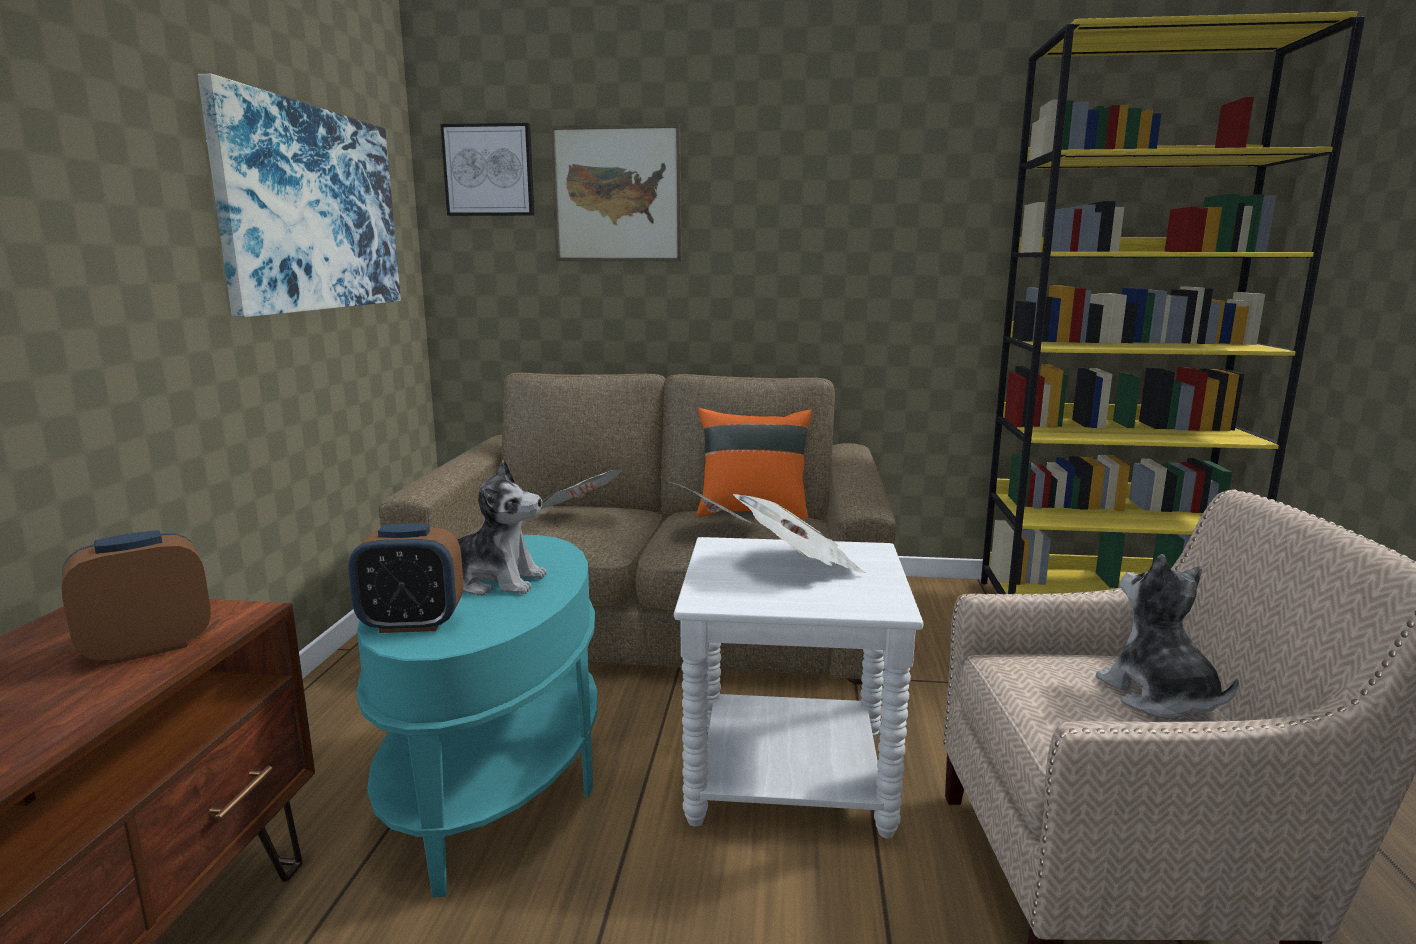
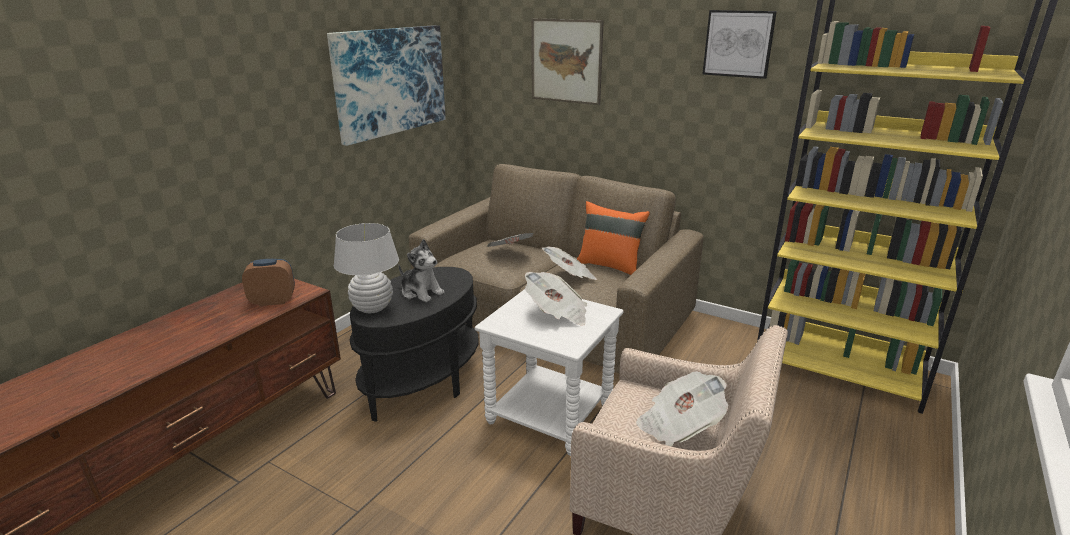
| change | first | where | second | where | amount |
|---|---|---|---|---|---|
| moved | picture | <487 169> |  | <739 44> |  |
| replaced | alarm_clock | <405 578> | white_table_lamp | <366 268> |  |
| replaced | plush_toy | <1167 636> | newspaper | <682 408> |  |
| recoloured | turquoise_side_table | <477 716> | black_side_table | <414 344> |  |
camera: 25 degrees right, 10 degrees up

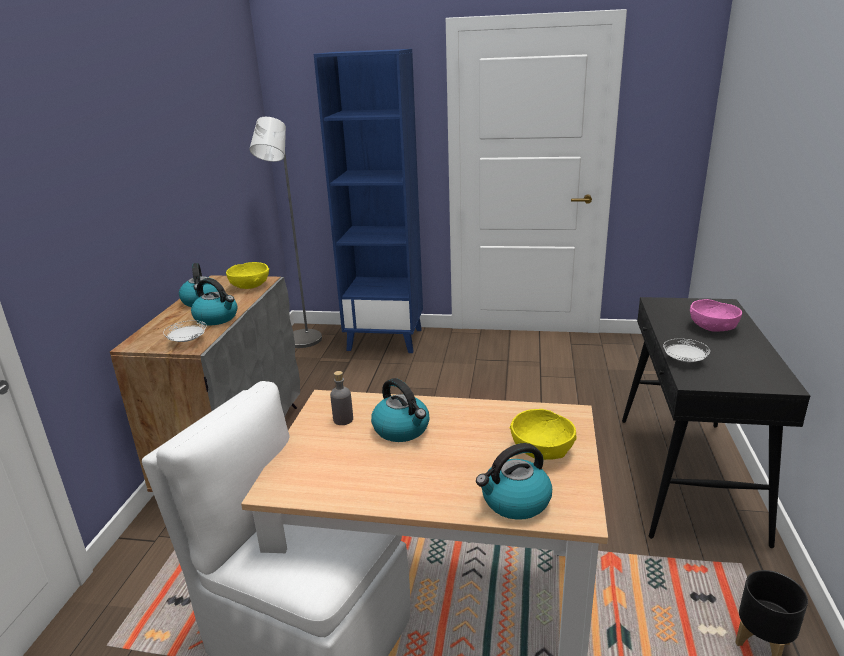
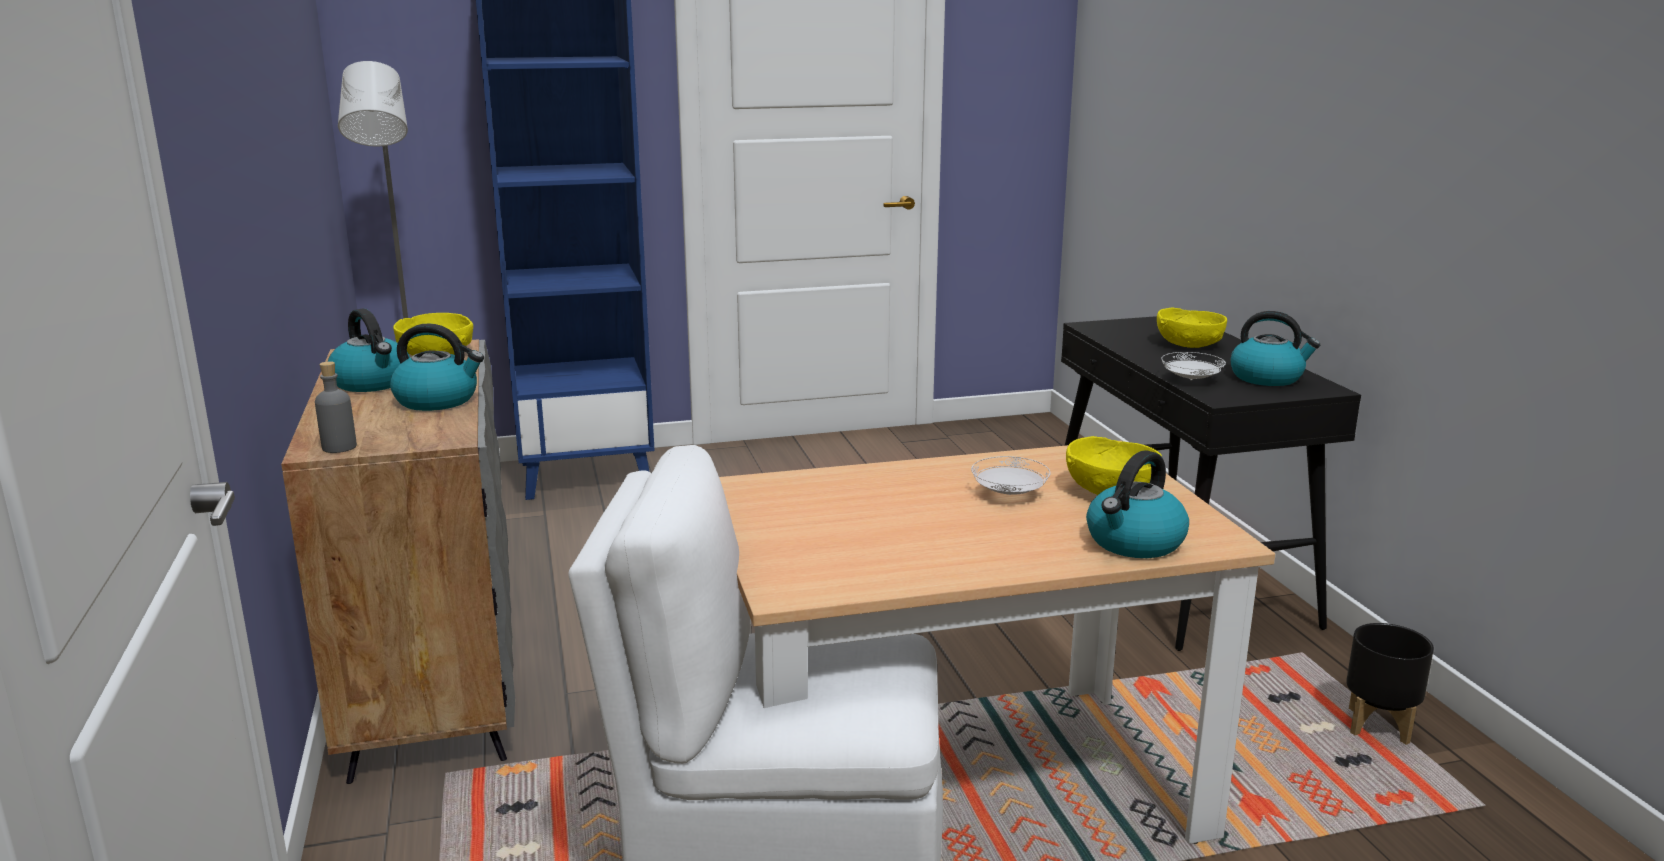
| change | first | where | second | where | amount |
|---|---|---|---|---|---|
| moved | white_plate | <184 331> |  | <1010 475> |  |
| moved | grey_bottle | <341 398> |  | <336 407> |  |
| moved | kettle | <400 410> |  | <1275 348> |  |
| recoloured | pink_bowl | <716 315> | yellow_bowl | <1192 327> |  |
camera: 25 degrees left, 5 degrees down

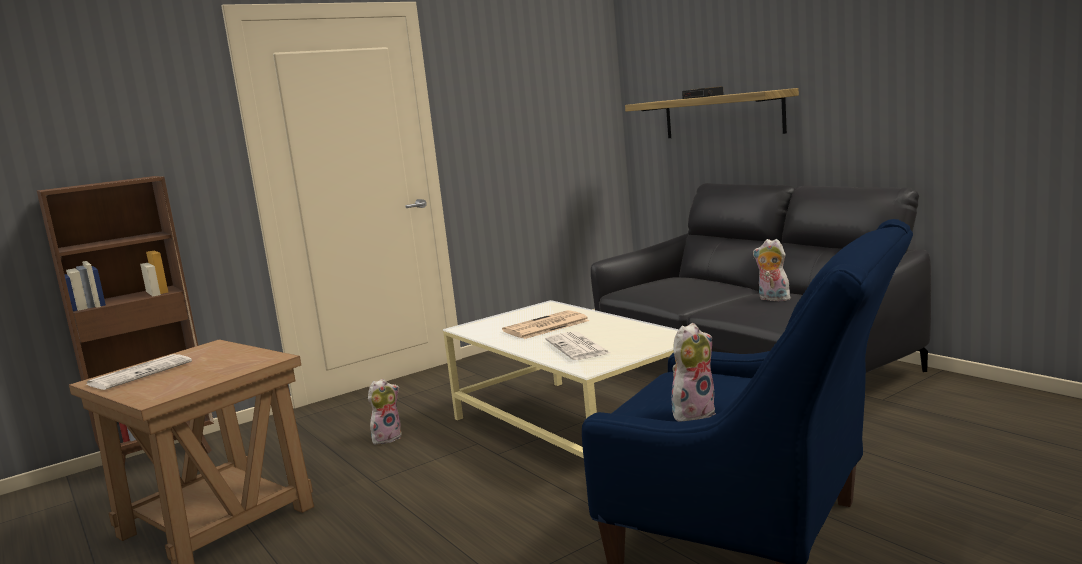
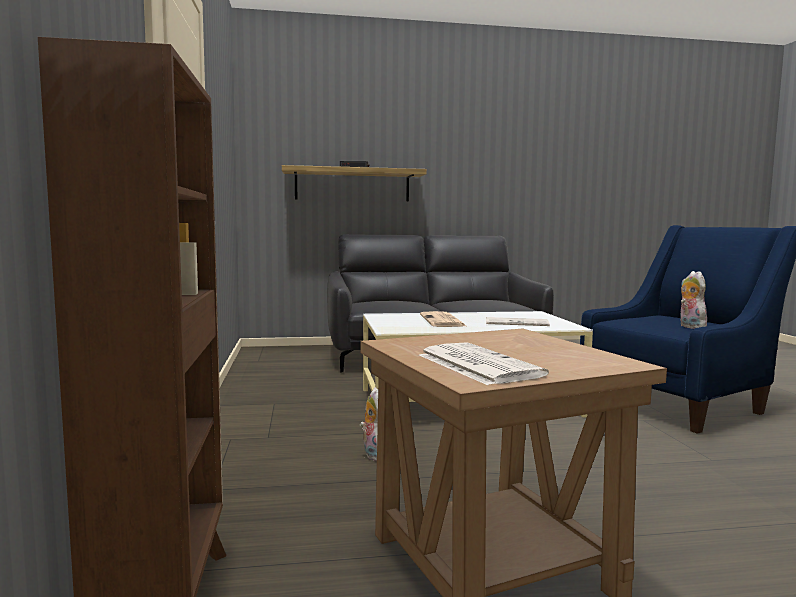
| change | first | where | second | where | amount |
|---|---|---|---|---|---|
| removed | plush_toy | <772 270> |  |  |  |
camera: 65 degrees left, 5 degrees down

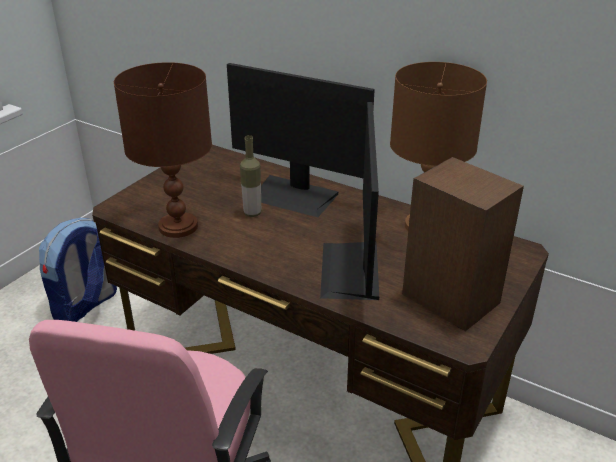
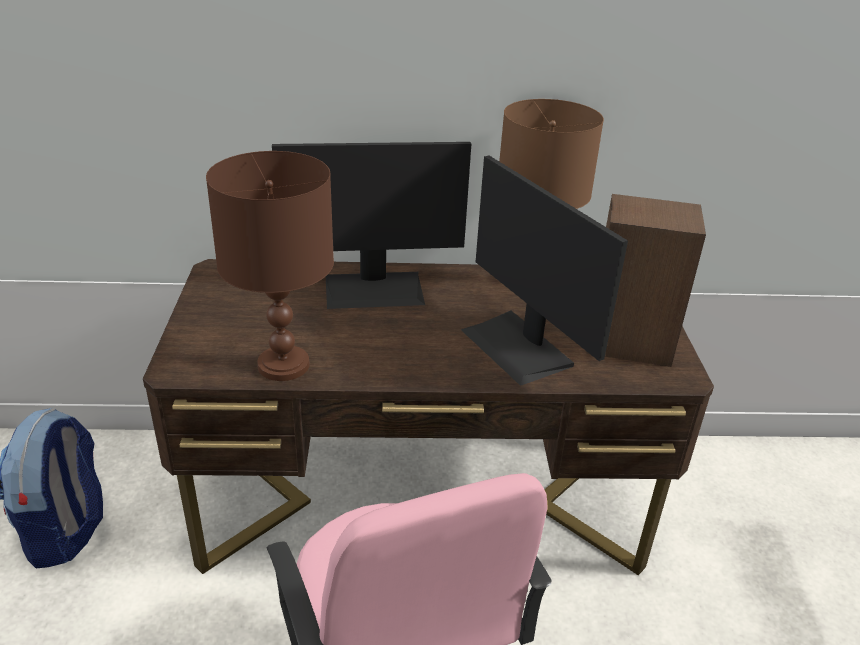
| change | first | where | second | where | amount |
|---|---|---|---|---|---|
| removed | bottle | <250 176> |  |  |  |
camera: 35 degrees left, 0 degrees up

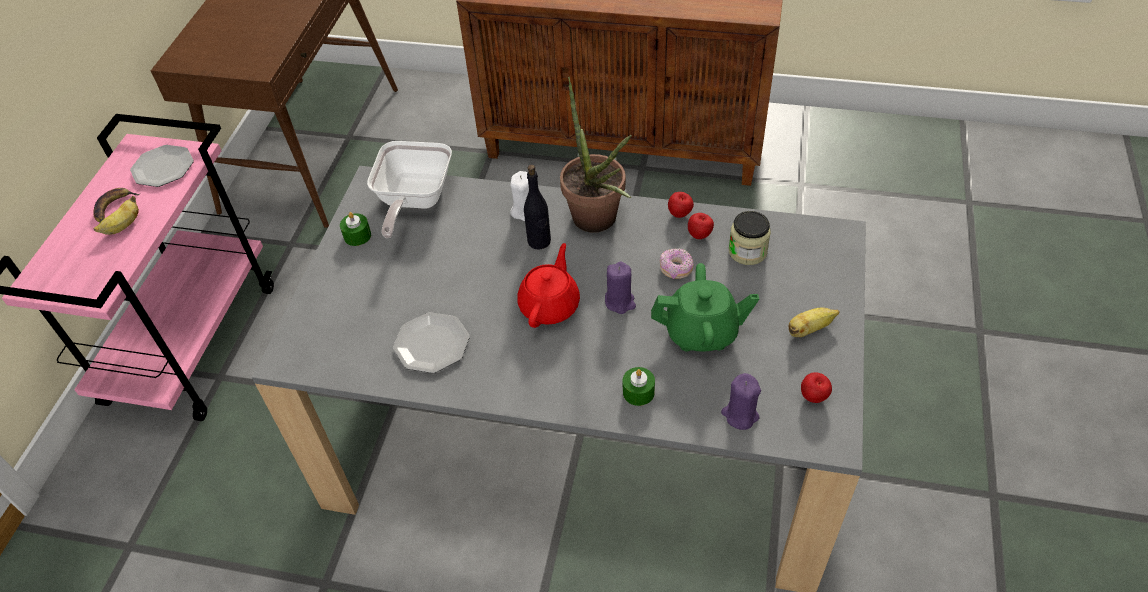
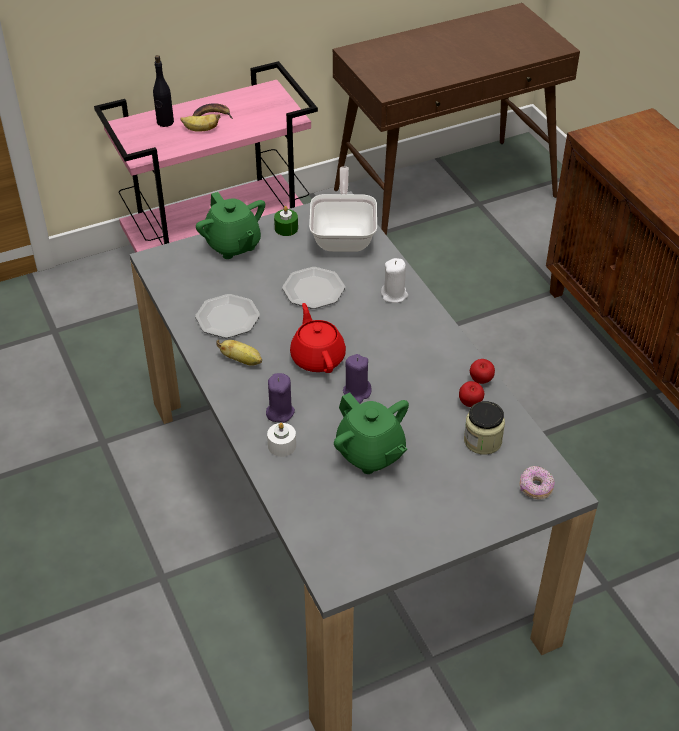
| change | first | where | second | where | amount |
|---|---|---|---|---|---|
| removed | potted_plant | <596 154> |  |  |  |
| removed | apple | <816 387> |  |  |  |
| added |  |  | green_teapot | <230 225> |  |
| moved | plate | <162 166> |  | <313 288> |  |
| moved | black_bottle | <537 207> |  | <163 91> |  |
| moved | donut | <677 263> |  | <537 482> |  |
| moved | purple_candle | <741 401> |  | <280 398> |  |
| moved | banana | <814 322> |  | <239 353> |  |
| recoloured | green_candle | <639 386> | white_candle | <281 440> |  |
| turned | frying_pan | <409 189> |  | <343 209> | 120 degrees clockwise |
| turned | red_teapot | <548 285> |  | <318 338> | 90 degrees counterclockwise |
camera: 50 degrees right, 5 degrees down

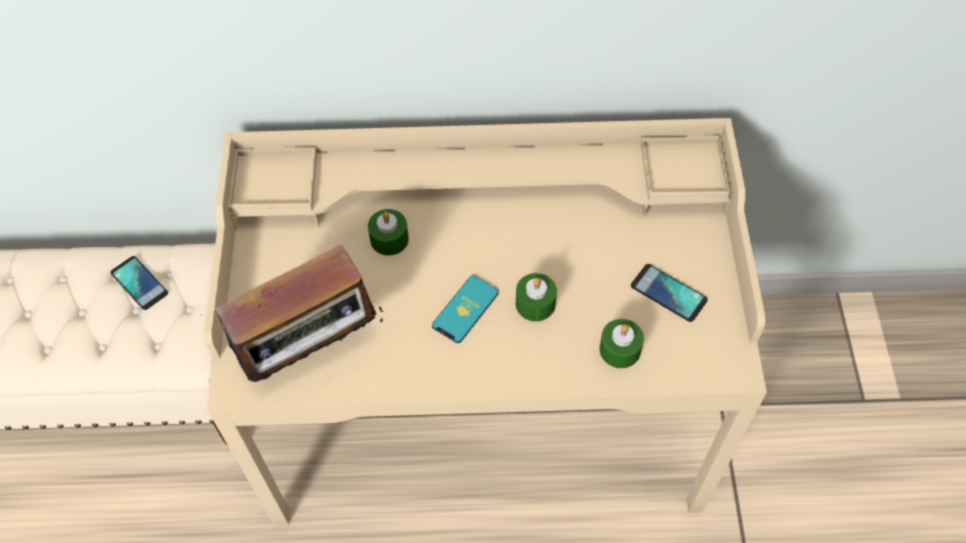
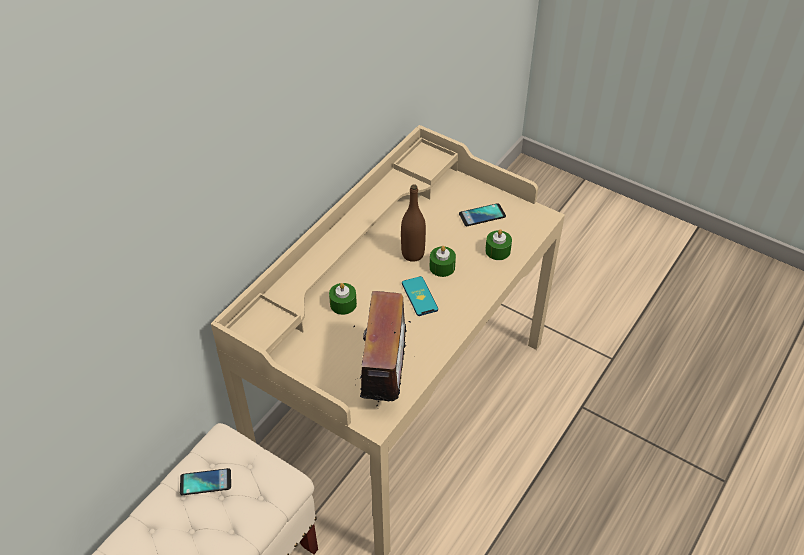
| change | first | where | second | where | amount |
|---|---|---|---|---|---|
| added |  |  | brown_bottle | <413 223> |  |
camera: 55 degrees left, 10 degrees down

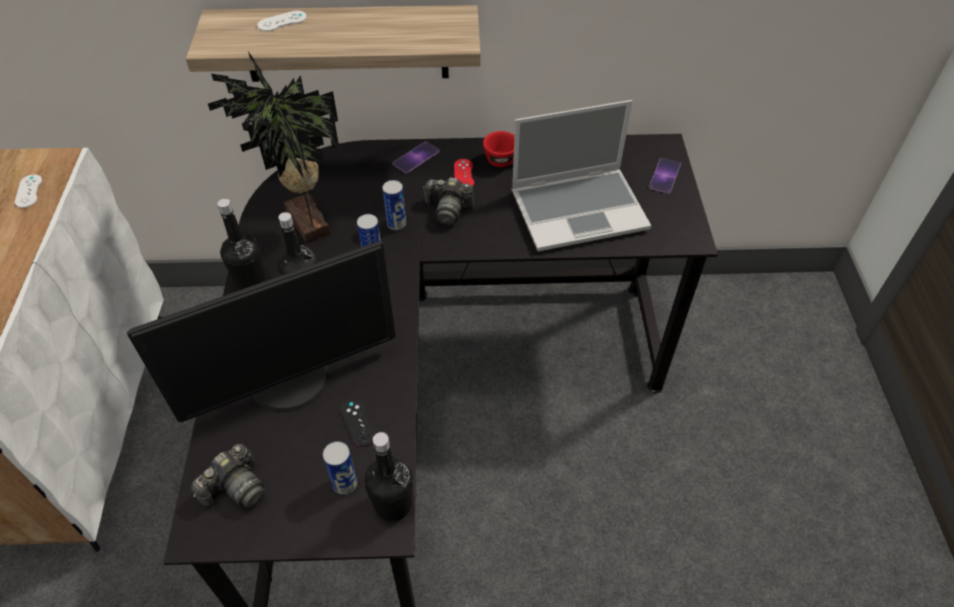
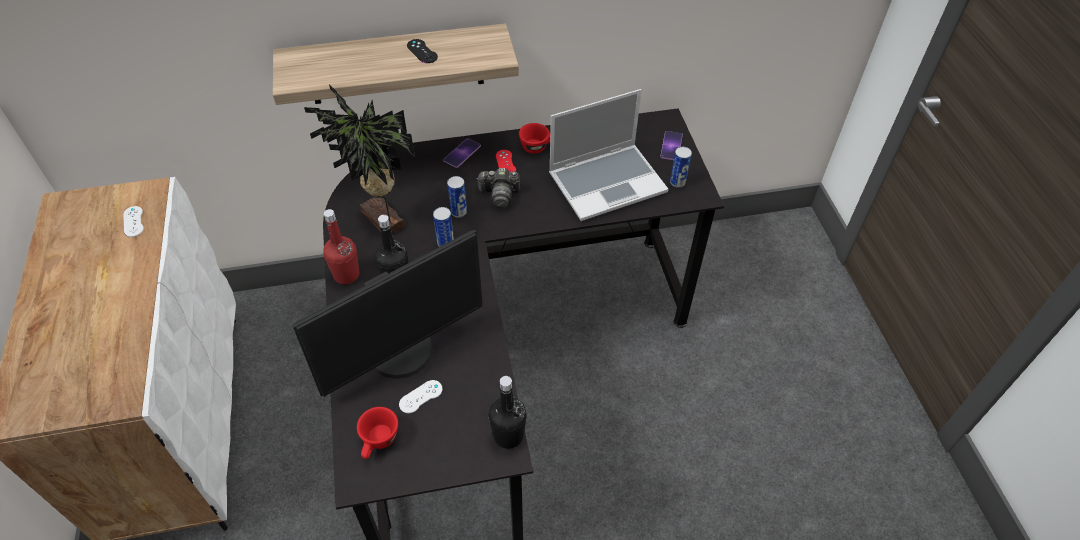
| change | first | where | second | where | amount |
|---|---|---|---|---|---|
| moved | white_game_controller | <282 21> |  | <421 396> |  |
| moved | can | <340 468> |  | <681 167> |  |
| moved | black_game_controller | <359 422> |  | <422 51> |  |
| replaced | photo_camera | <228 476> | red_cup | <377 433> |  |
| recoloured | black_bottle | <241 244> | red_bottle | <341 246> |  |
camera: 10 degrees left, 0 degrees up

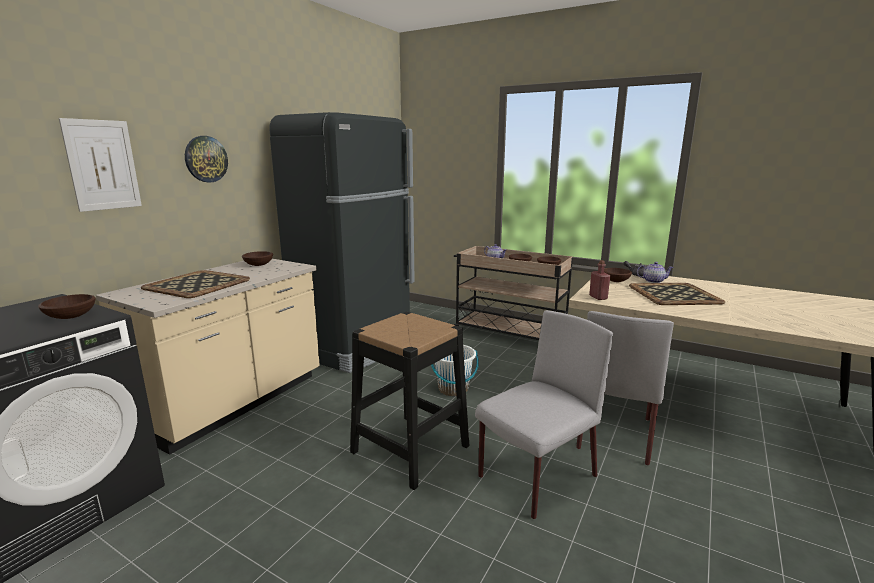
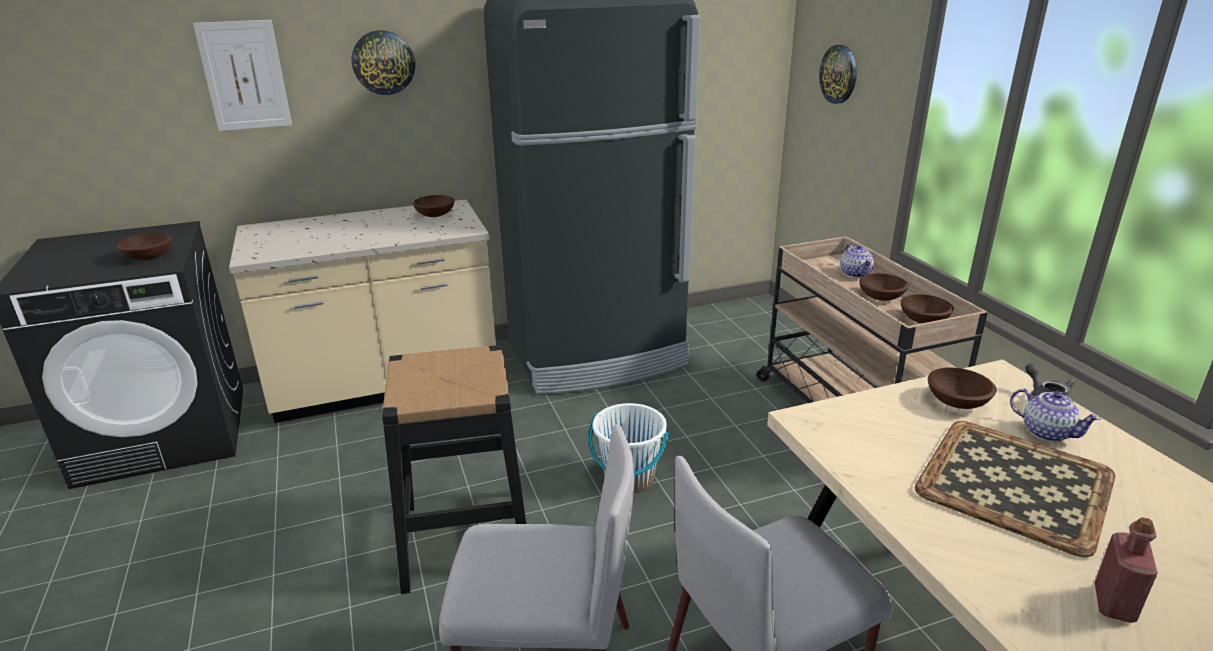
| change | first | where | second | where | amount |
|---|---|---|---|---|---|
| removed | tray | <195 284> |  |  |  |
| added |  |  | wall_clock | <838 74> |  |
| moved | red_bottle | <599 280> |  | <1126 570> |  |
camera: 40 degrees right, 10 degrees up

